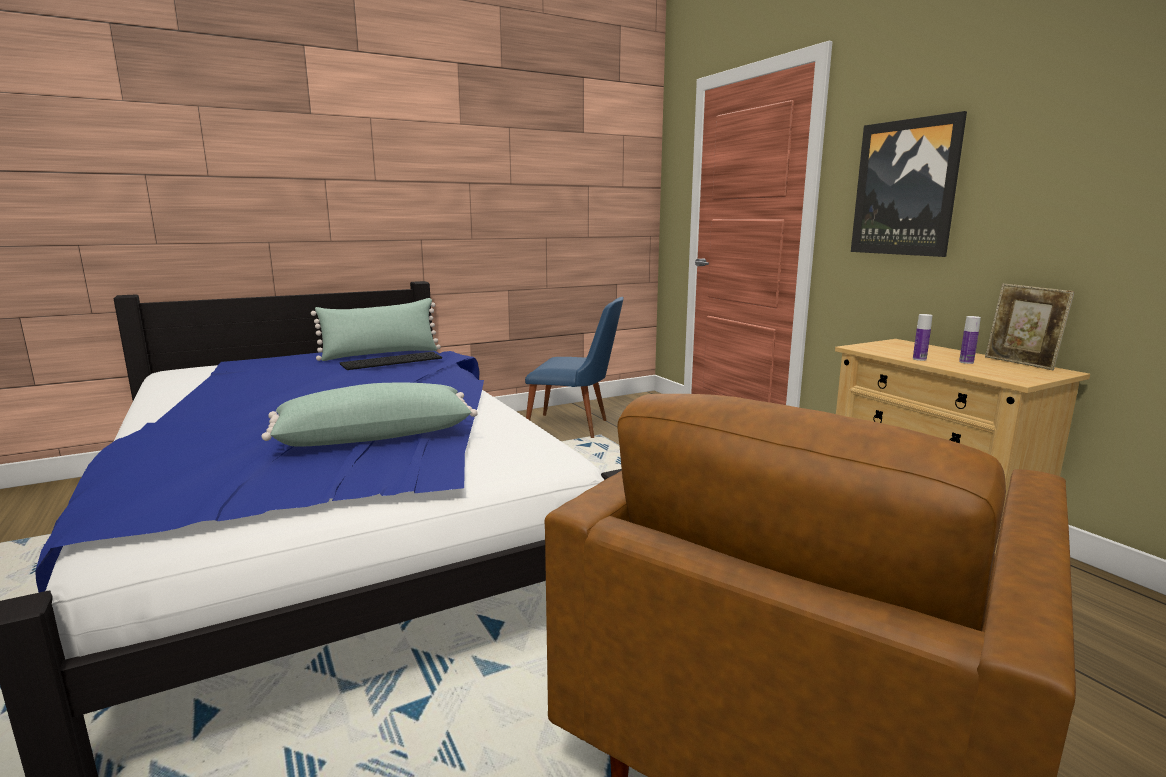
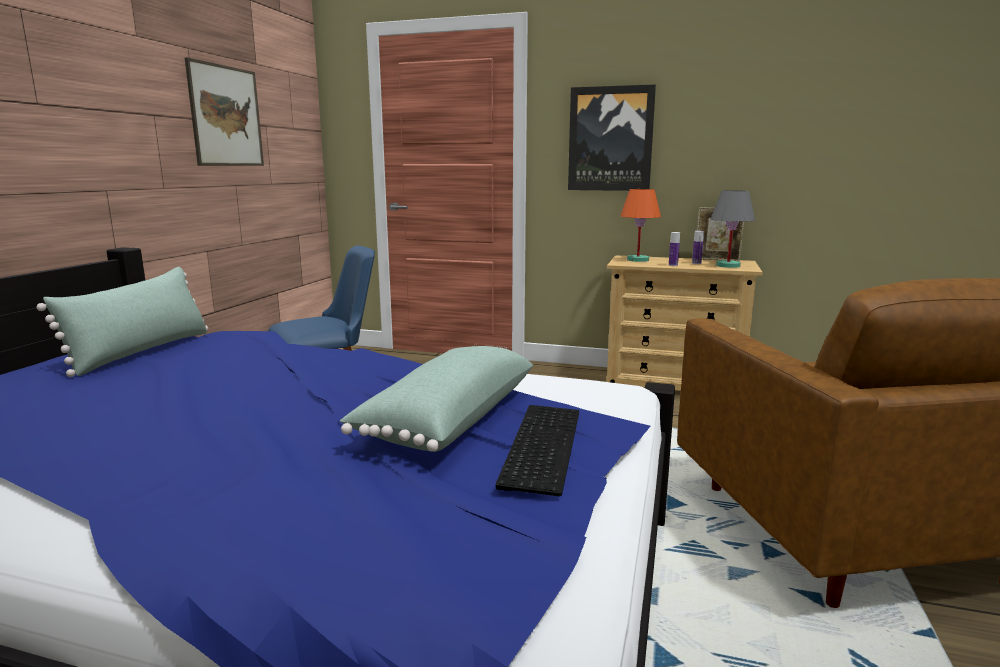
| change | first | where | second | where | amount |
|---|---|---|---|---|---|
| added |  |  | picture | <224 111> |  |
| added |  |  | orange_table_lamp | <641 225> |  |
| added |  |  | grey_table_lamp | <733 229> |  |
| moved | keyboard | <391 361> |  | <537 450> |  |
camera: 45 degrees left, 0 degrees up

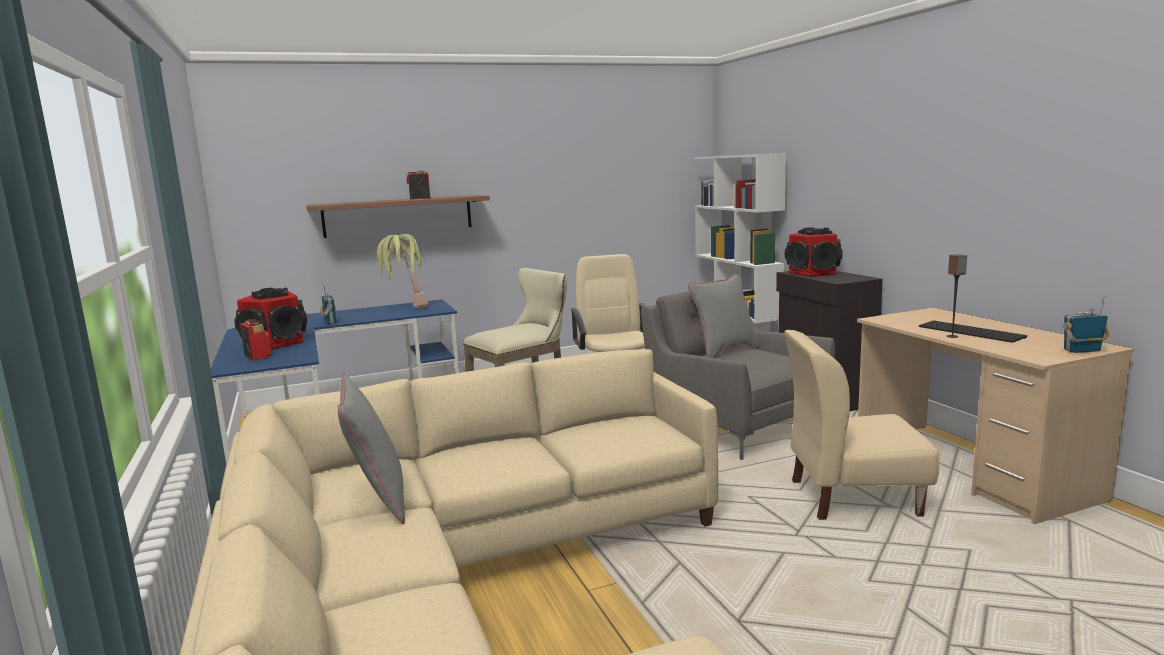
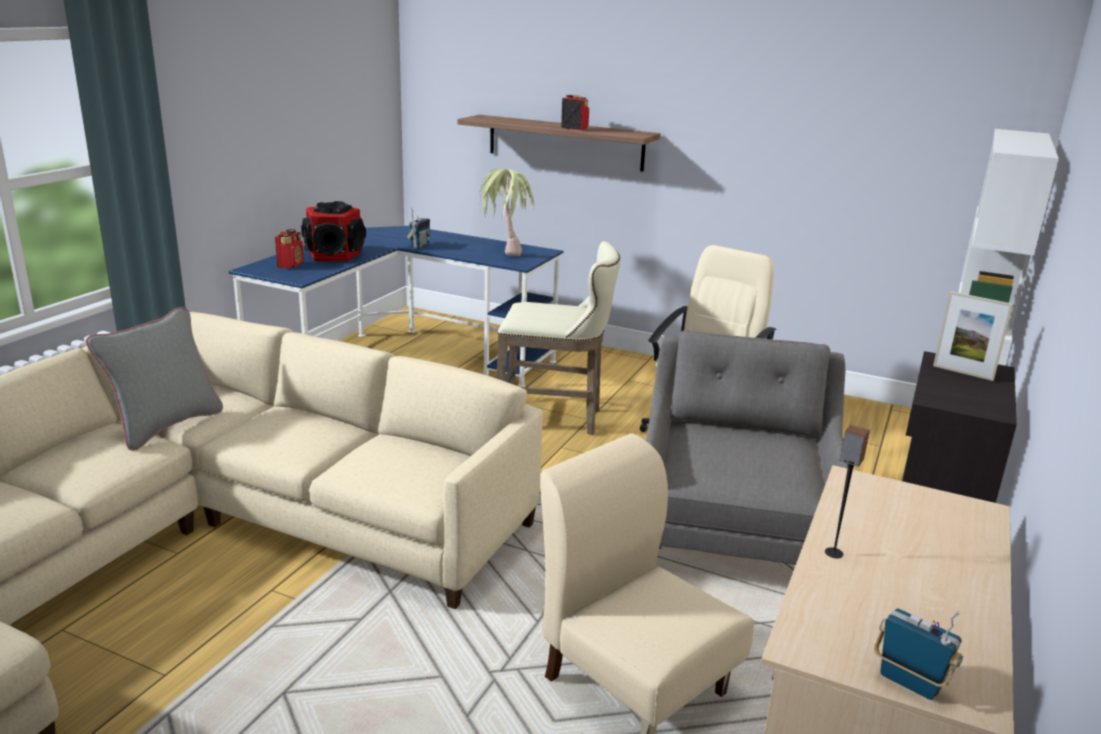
| change | first | where | second | where | amount |
|---|---|---|---|---|---|
| removed | grey_pillow | <723 316> |  |  |  |
| removed | keyboard | <973 332> |  |  |  |
| replaced | speaker | <813 252> | picture_frame | <973 336> |  |
camera: 45 degrees right, 10 degrees up

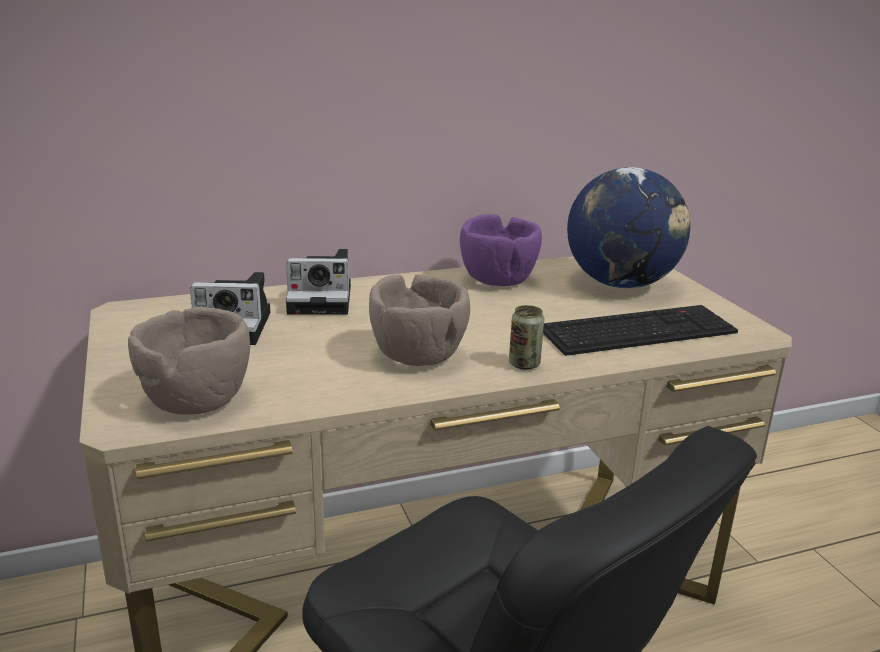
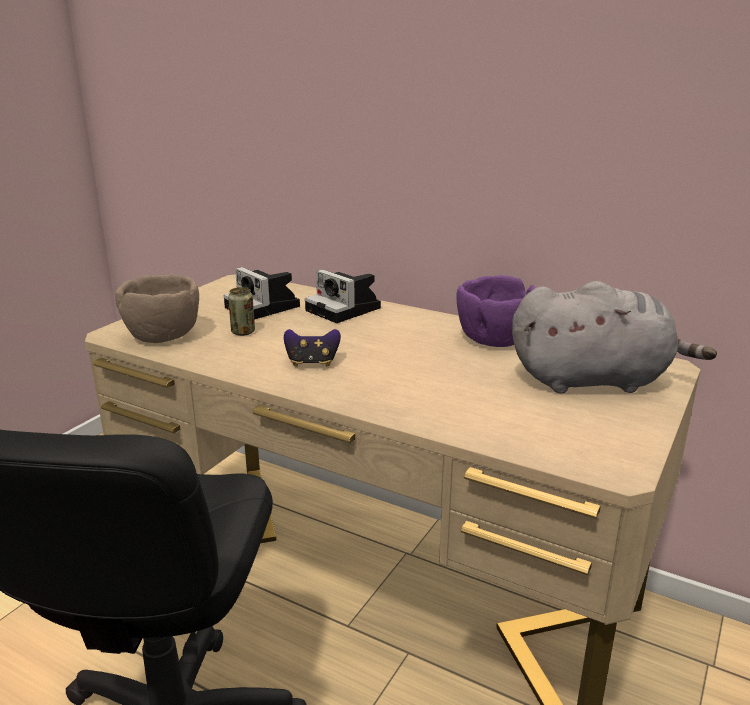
| change | first | where | second | where | amount |
|---|---|---|---|---|---|
| removed | keyboard | <640 330> |  |  |  |
| moved | can | <526 337> |  | <241 311> |  |
| replaced | brown_bowl | <419 320> | game_controller | <312 347> |  |
| replaced | globe | <628 227> | grey_plush_toy | <614 337> |  |
camera: 50 degrees right, 0 degrees up

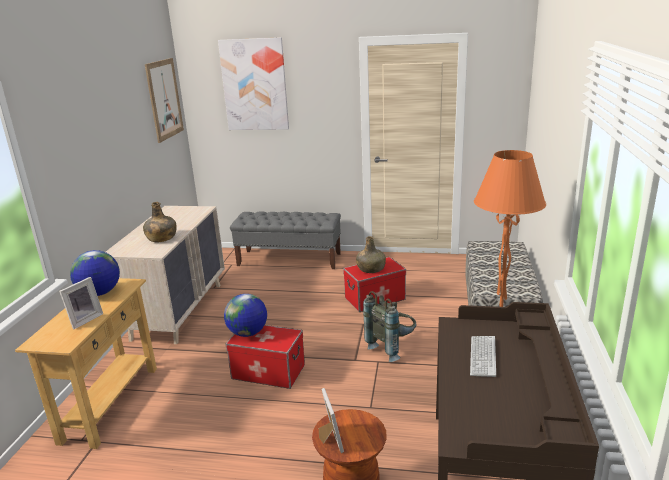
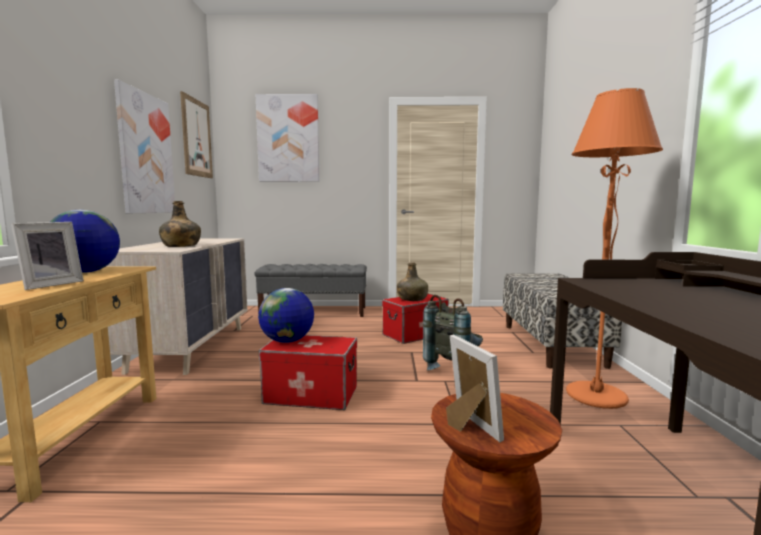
| change | first | where | second | where | amount |
|---|---|---|---|---|---|
| removed | keyboard | <483 356> |  |  |  |
| added |  |  | picture | <144 146> |  |
camera: 10 degrees left, 15 degrees down

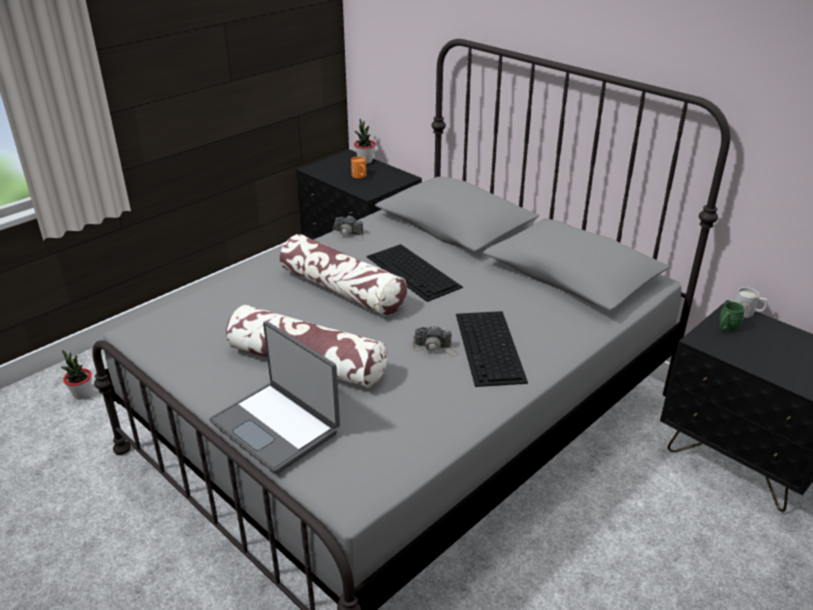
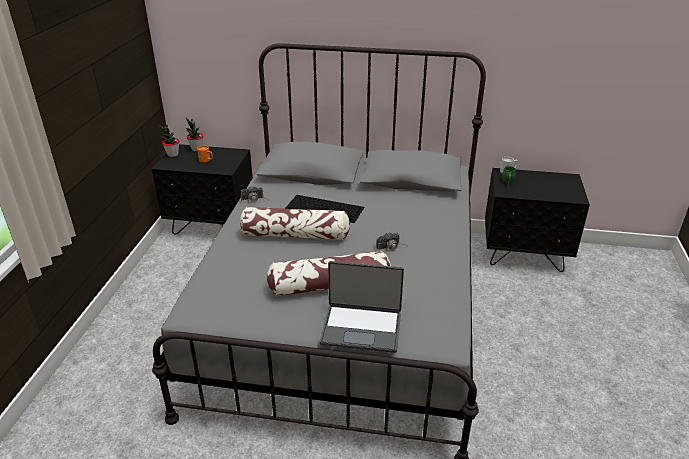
| change | first | where | second | where | amount |
|---|---|---|---|---|---|
| removed | keyboard | <492 349> |  |  |  |
| moved | potted_plant | <76 374> |  | <169 140> |  |
camera: 35 degrees left, 0 degrees up

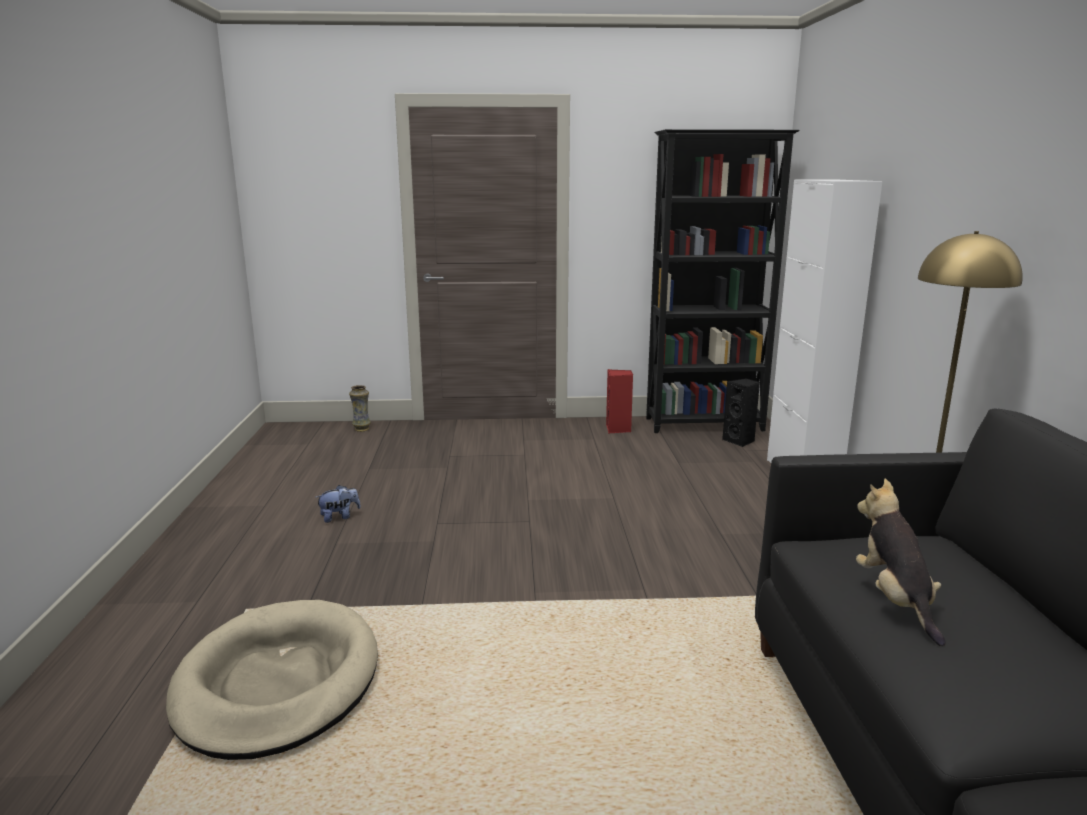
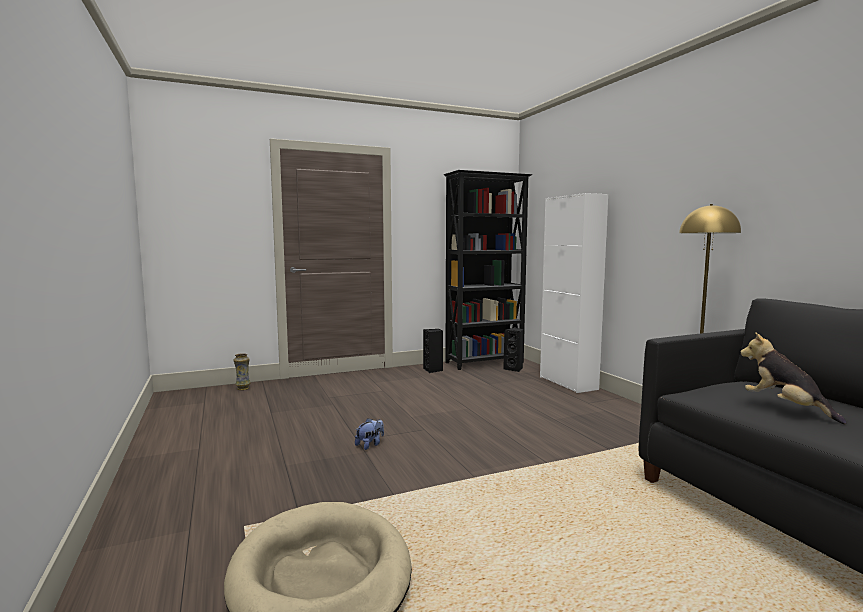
| change | first | where | second | where | amount |
|---|---|---|---|---|---|
| moved | plush_toy | <338 504> |  | <369 434> |  |
| recoloured | red_speaker | <619 401> | black_speaker | <433 351> |  |
camera: 20 degrees left, 10 degrees down

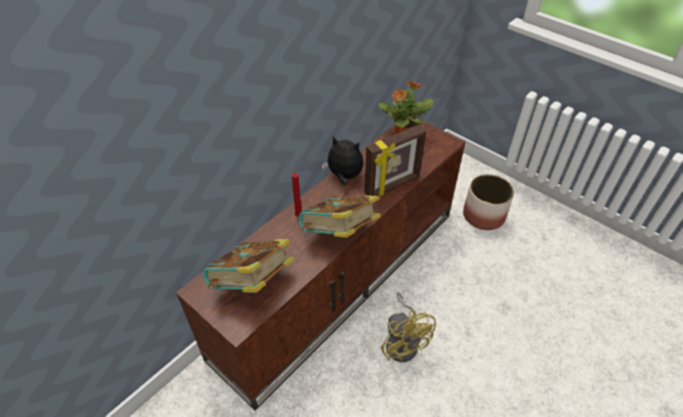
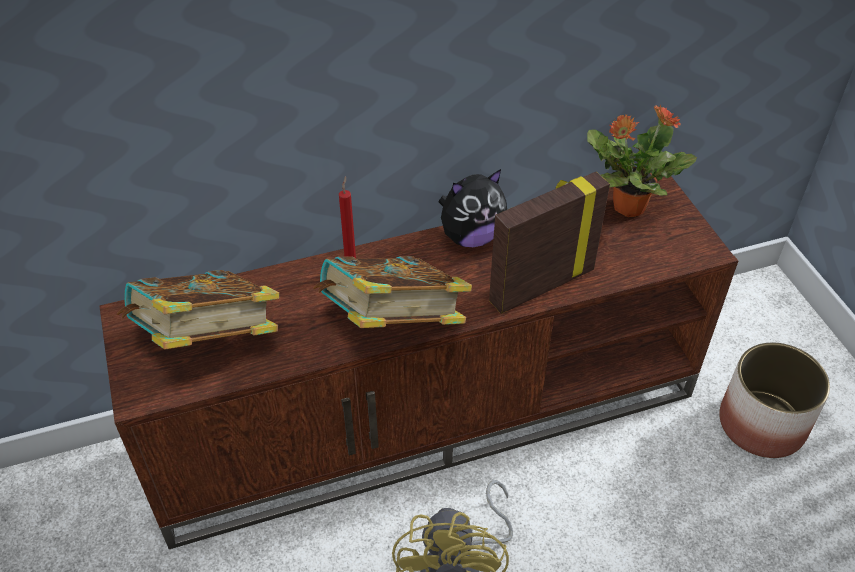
| change | first | where | second | where | amount |
|---|---|---|---|---|---|
| turned | plush_toy | <342 160> |  | <473 208> | 105 degrees clockwise |
| turned | picture_frame | <395 160> |  | <549 243> | 150 degrees clockwise |
camera: 30 degrees right, 0 degrees up

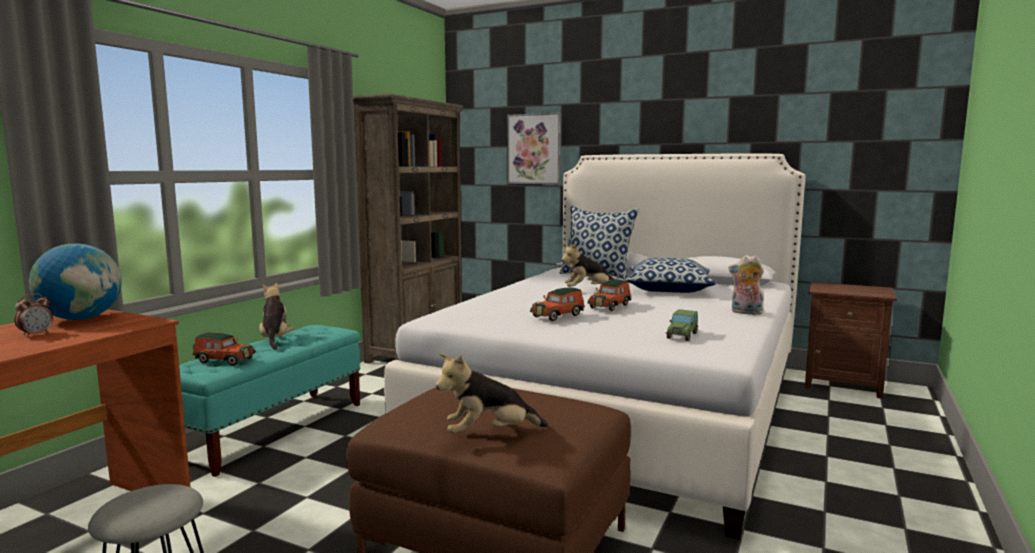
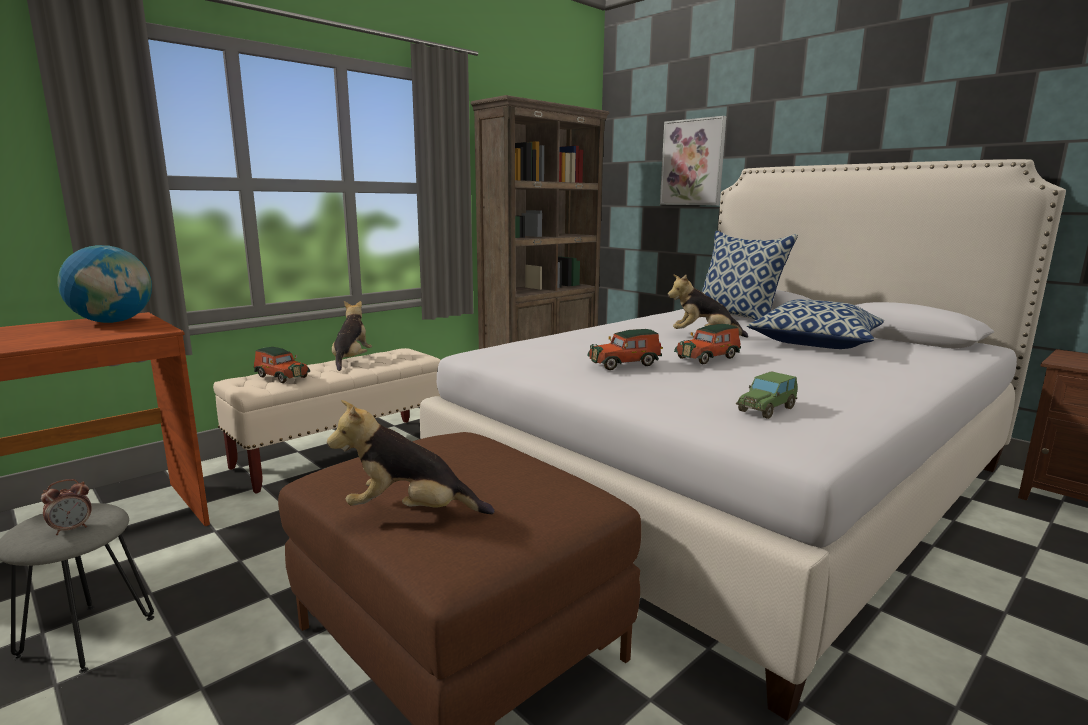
| change | first | where | second | where | amount |
|---|---|---|---|---|---|
| removed | plush_toy | <746 285> |  |  |  |
| moved | alarm_clock | <33 315> |  | <66 507> |  |
| recoloured | turquoise_bench | <269 401> | beige_bench | <327 421> |  |
camera: 20 degrees right, 5 degrees up

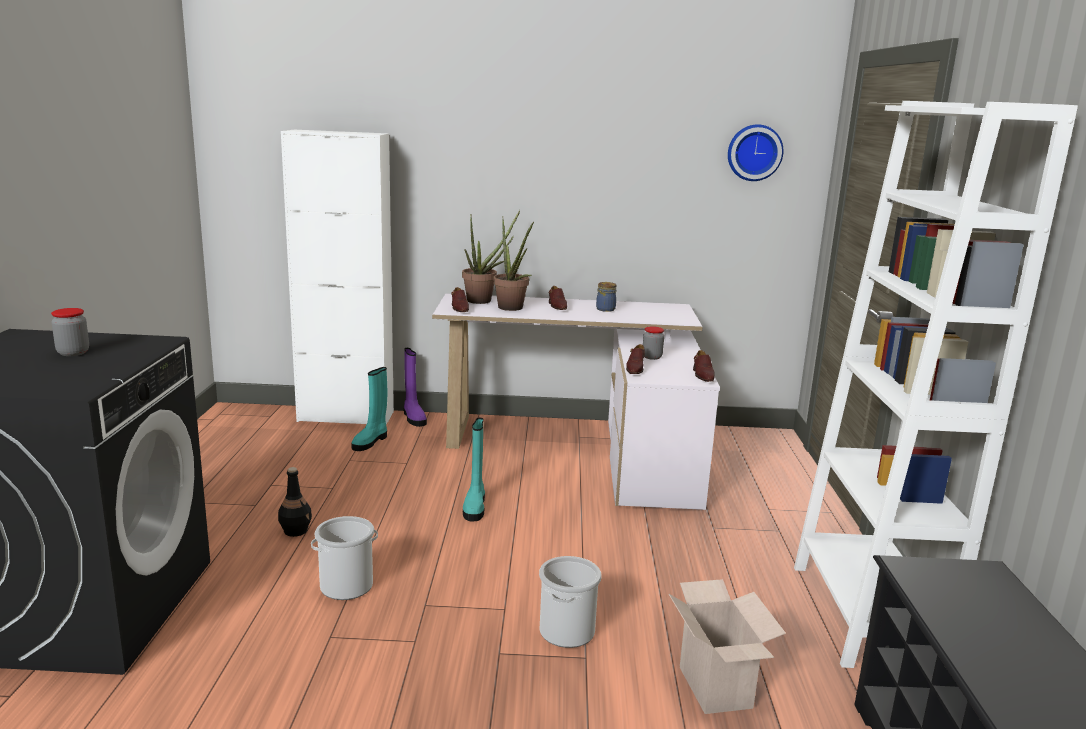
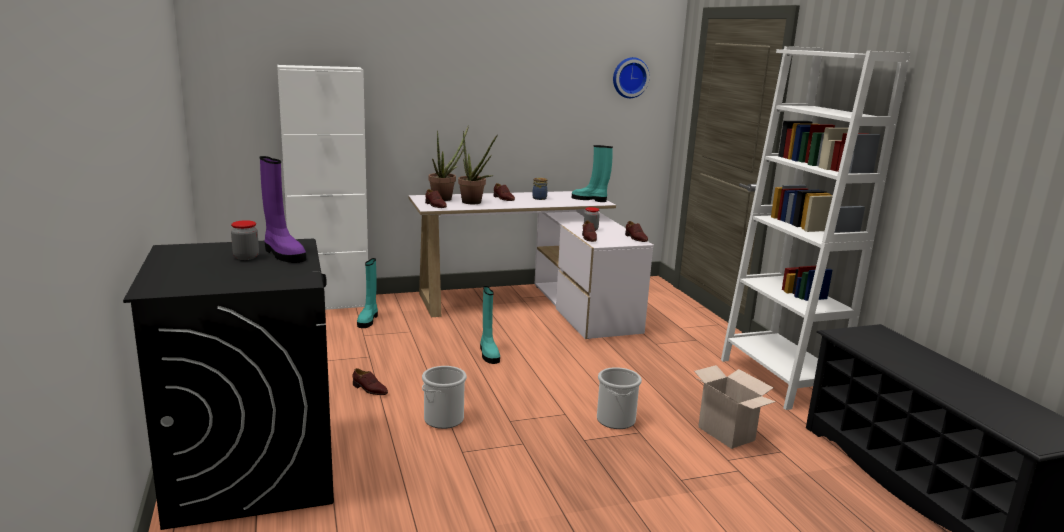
| change | first | where | second | where | amount |
|---|---|---|---|---|---|
| added |  |  | turquoise_boot | <592 173> |  |
| moved | purple_boot | <415 387> |  | <283 209> |  |
| replaced | black_bottle | <295 502> | brown_shoe | <370 381> |  |
camera: 20 degrees left, 0 degrees up

